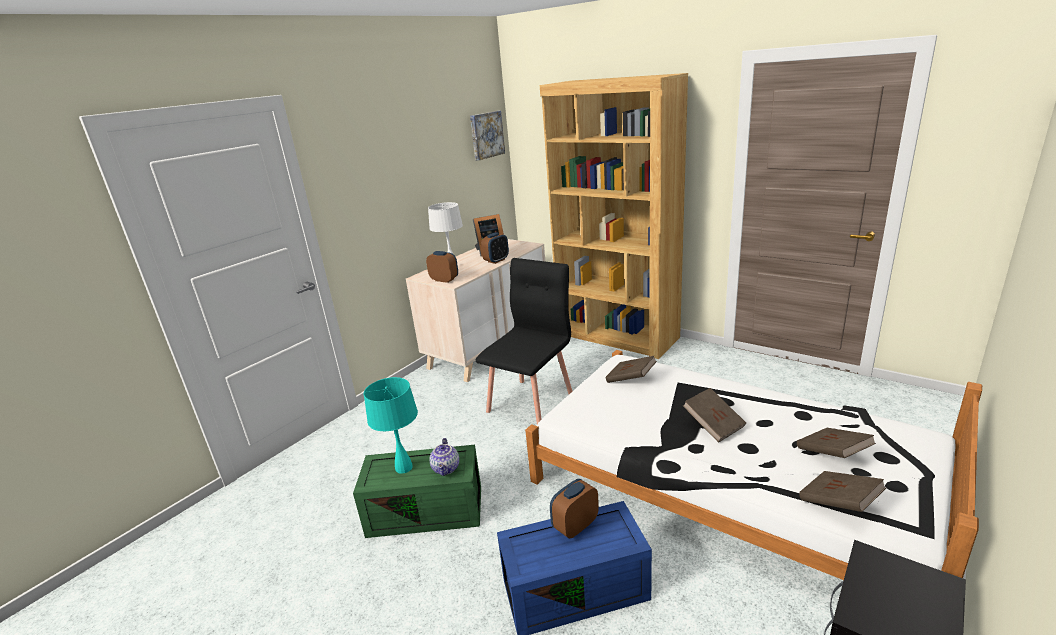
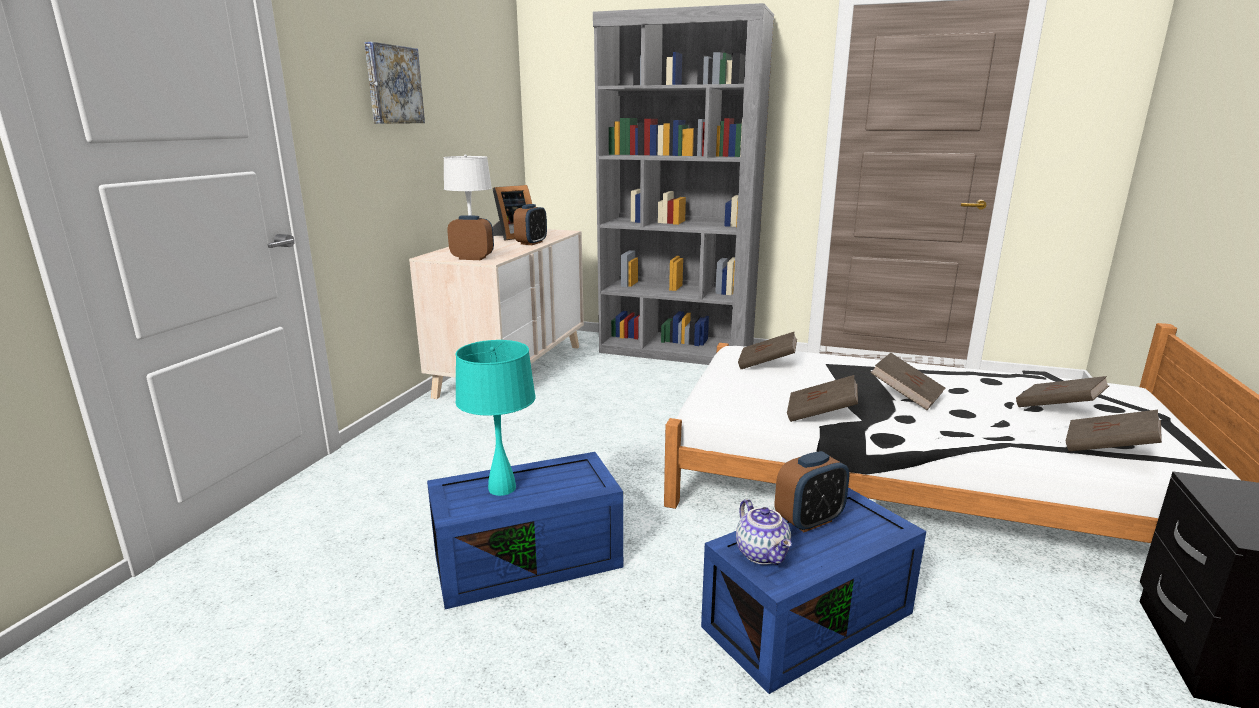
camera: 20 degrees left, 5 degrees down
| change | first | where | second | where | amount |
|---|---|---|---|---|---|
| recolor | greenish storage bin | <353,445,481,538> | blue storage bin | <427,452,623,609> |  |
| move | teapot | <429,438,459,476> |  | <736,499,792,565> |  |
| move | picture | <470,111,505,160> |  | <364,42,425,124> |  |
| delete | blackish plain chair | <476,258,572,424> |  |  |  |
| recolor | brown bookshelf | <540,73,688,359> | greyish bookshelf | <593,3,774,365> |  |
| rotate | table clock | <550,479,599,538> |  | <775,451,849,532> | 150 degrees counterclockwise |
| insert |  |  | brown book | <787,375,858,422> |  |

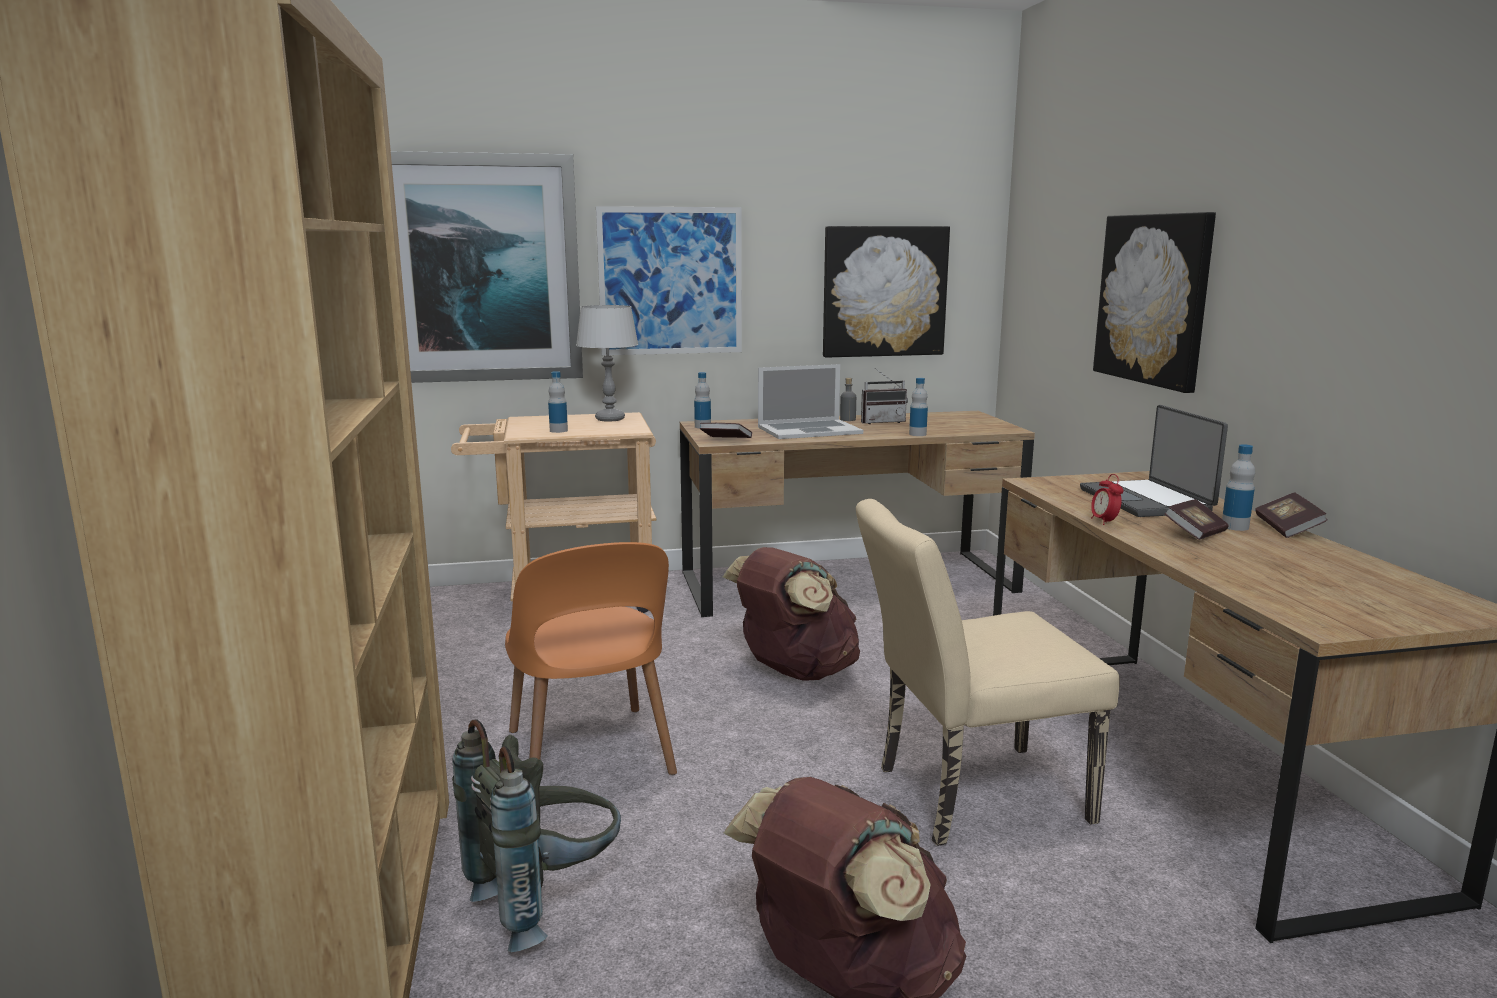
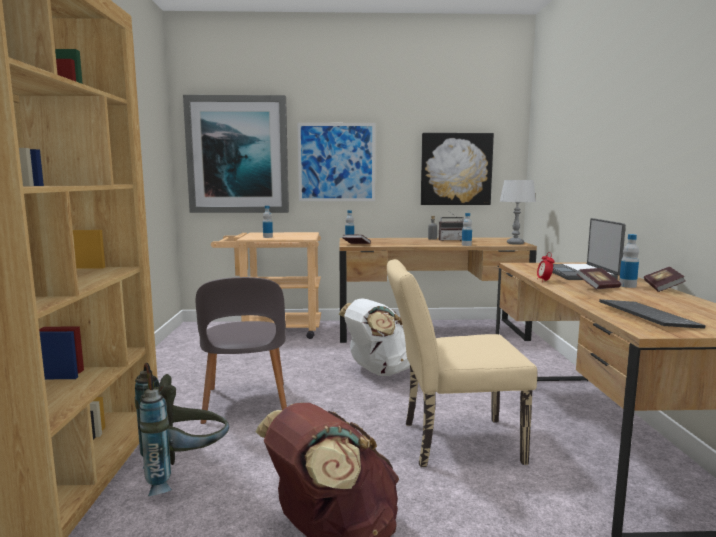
camera: 10 degrees right, 5 degrees down
| change | first | where | second | where | amount |
|---|---|---|---|---|---|
| recolor | orange-coloured plain chair | <505,542,677,775> | greyish plain chair | <196,277,287,424> |  |
| move | greyish tabletop lamp | <576,305,639,422> |  | <500,180,536,245> |  |
| recolor | brown backpack | <723,547,860,681> | whitish backpack | <339,298,410,376> |  |
| delete | laptop | <758,364,863,439> |  |  |  |
| delete | picture | <1093,212,1216,393> |  |  |  |
| insert |  |  | computer keyboard | <599,299,706,329> |  |

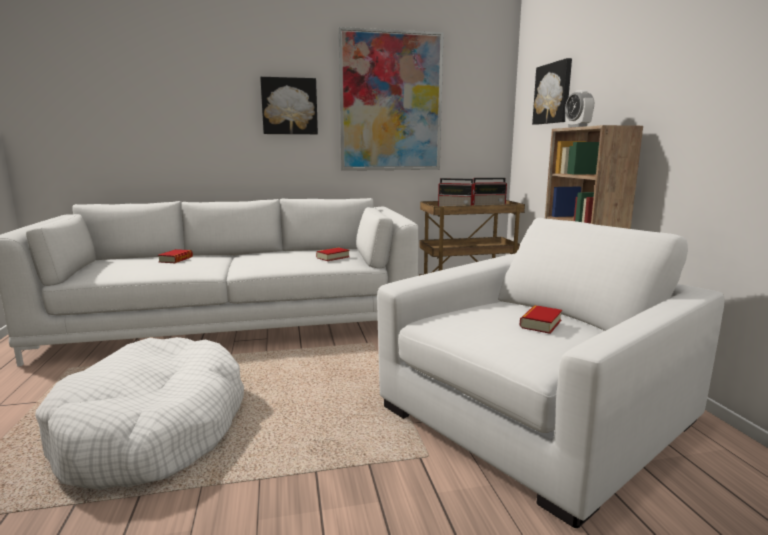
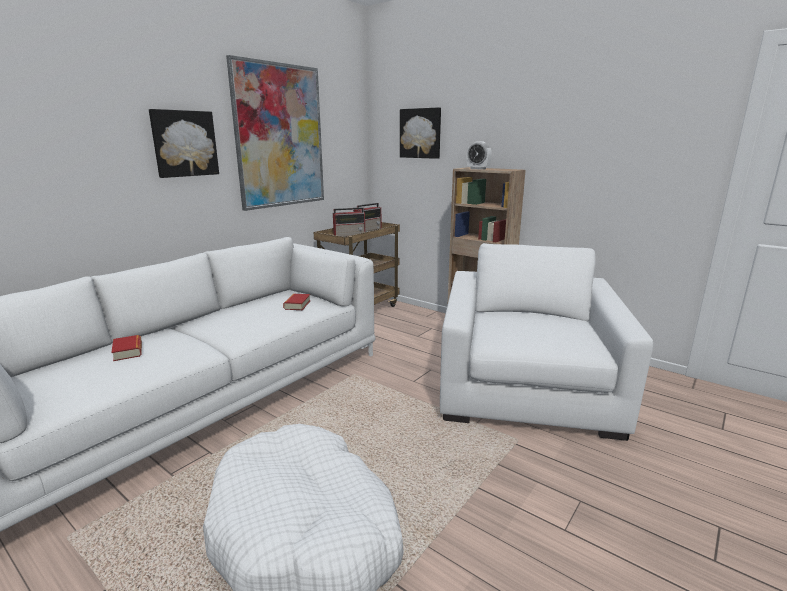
camera: 40 degrees left, 5 degrees up
| change | first | where | second | where | amount |
|---|---|---|---|---|---|
| delete | book | <519,305,562,334> |  |  |  |

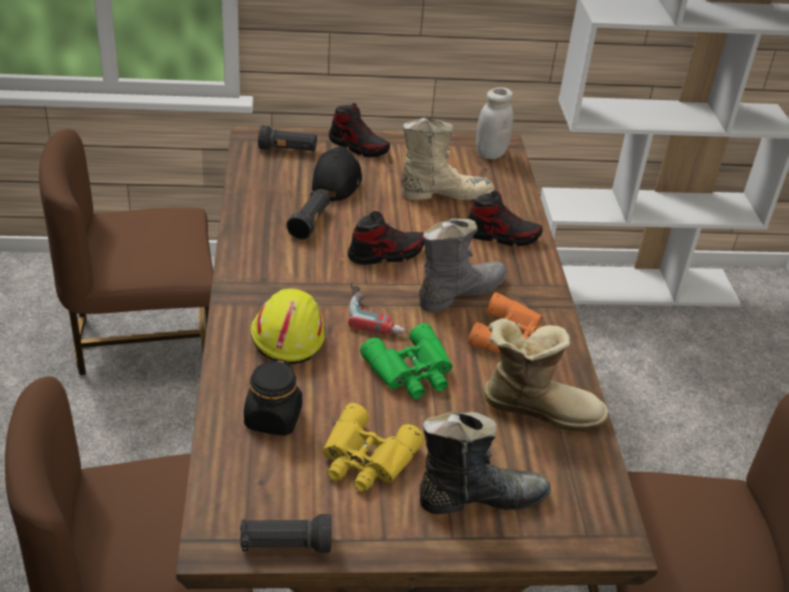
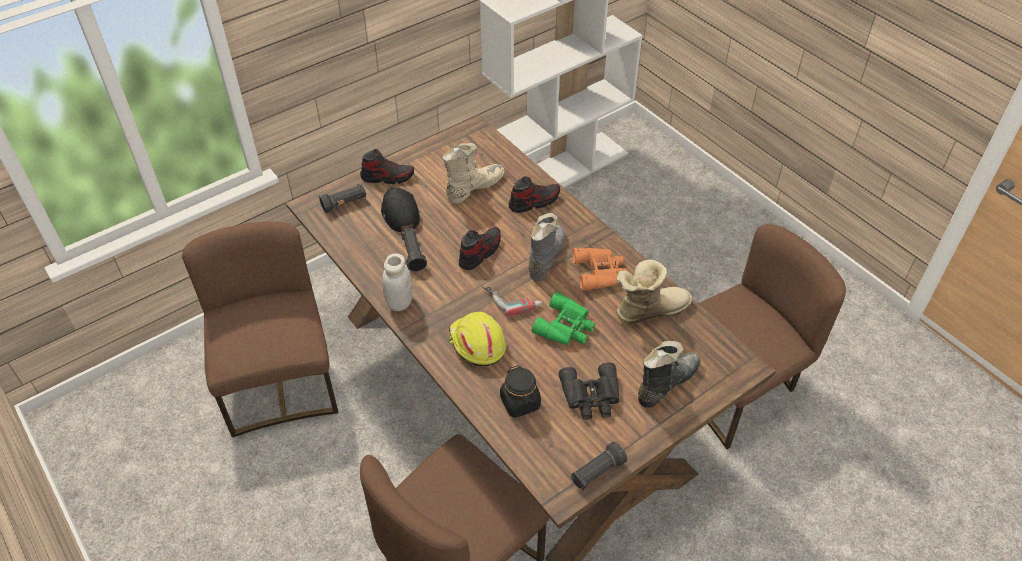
camera: 30 degrees left, 10 degrees up
| change | first | where | second | where | amount |
|---|---|---|---|---|---|
| rotate | brown plain chair | <39,129,214,375> |  | <182,222,338,437> | 120 degrees clockwise |
| recolor | yellow pair of binoculars | <322,403,424,492> | blackish pair of binoculars | <559,362,620,420> |  |
| move | whitish preserve jar | <476,87,514,159> |  | <382,253,413,311> |  |

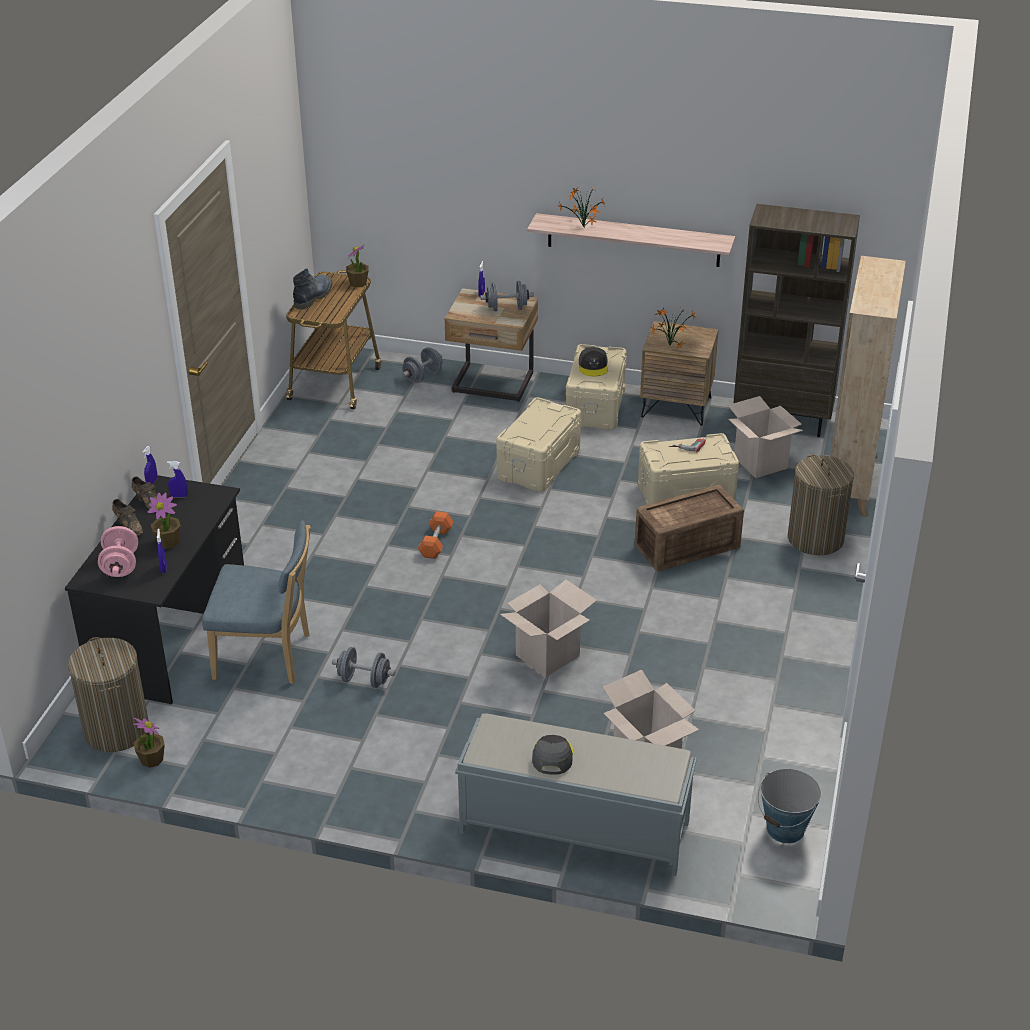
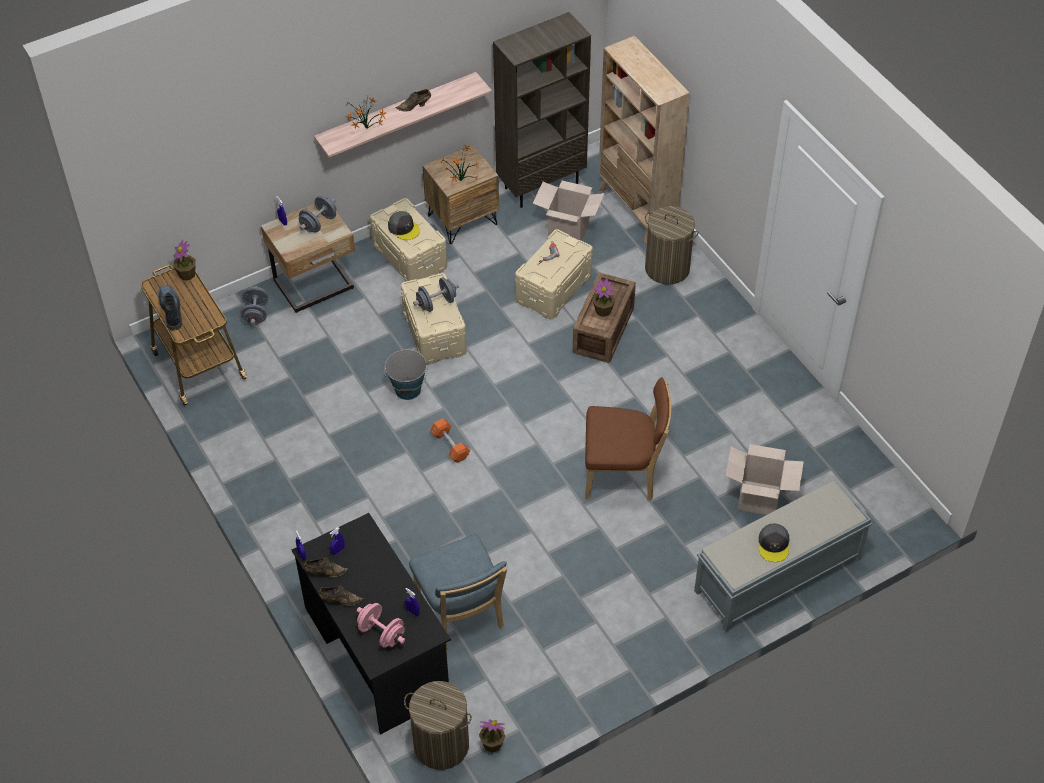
camera: 45 degrees left, 15 degrees up
| change | first | where | second | where | amount |
|---|---|---|---|---|---|
| move | houseplant | <147,493,181,549> |  | <593,278,615,317> |  |
| rotate | blue plain chair | <202,520,311,684> |  | <409,535,507,650> | 105 degrees clockwise |
| move | greyish free weight | <332,647,395,688> |  | <413,277,459,312> |  |
| replace | carton | <500,580,597,677> | brown plain chair | <585,377,671,500> |  |
| rotate | greyish peaked cap | <532,735,573,775> |  | <759,524,789,562> | 135 degrees counterclockwise |
| move | bucket | <758,768,822,844> |  | <384,350,427,400> |  |
| insert |  |  | brown item of footwear | <395,89,431,112> |  |

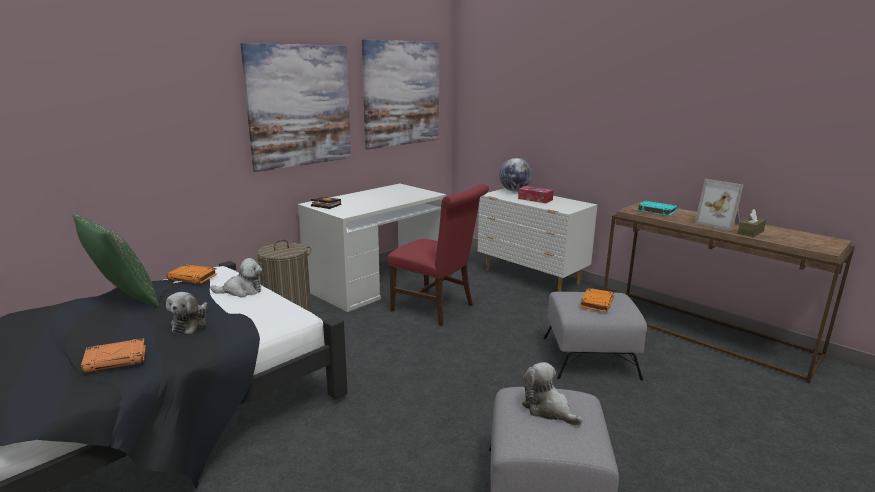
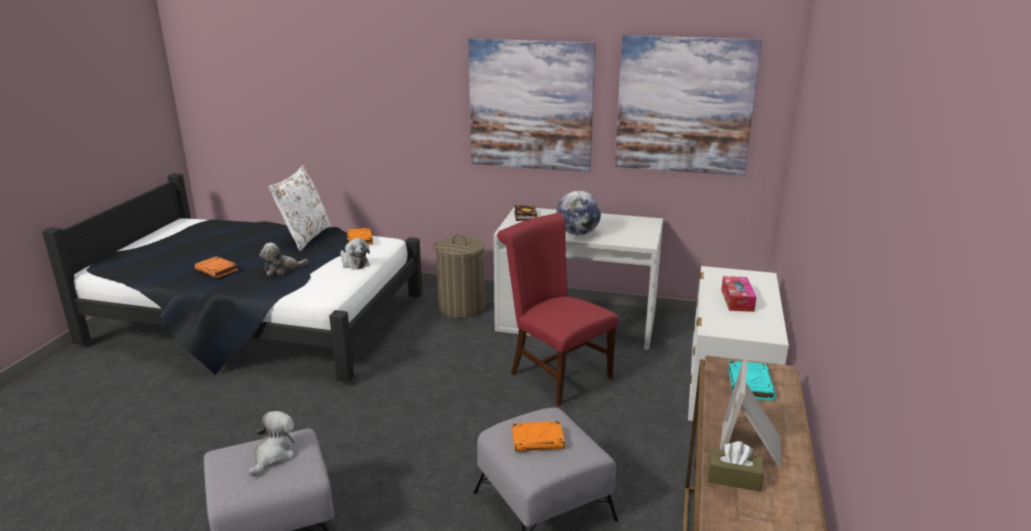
camera: 60 degrees right, 5 degrees up
| change | first | where | second | where | amount |
|---|---|---|---|---|---|
| recolor | greenish pillow | <73,213,159,307> | whitish pillow | <269,165,332,251> |  |
| rotate | red plain chair | <387,184,489,326> |  | <497,213,619,406> | 135 degrees clockwise |
| move | globe | <499,158,533,192> |  | <556,191,601,235> |  |

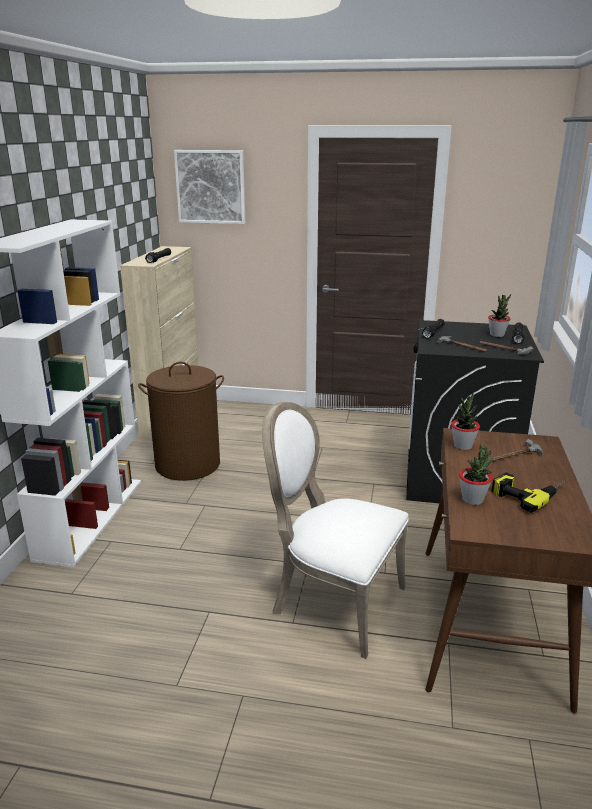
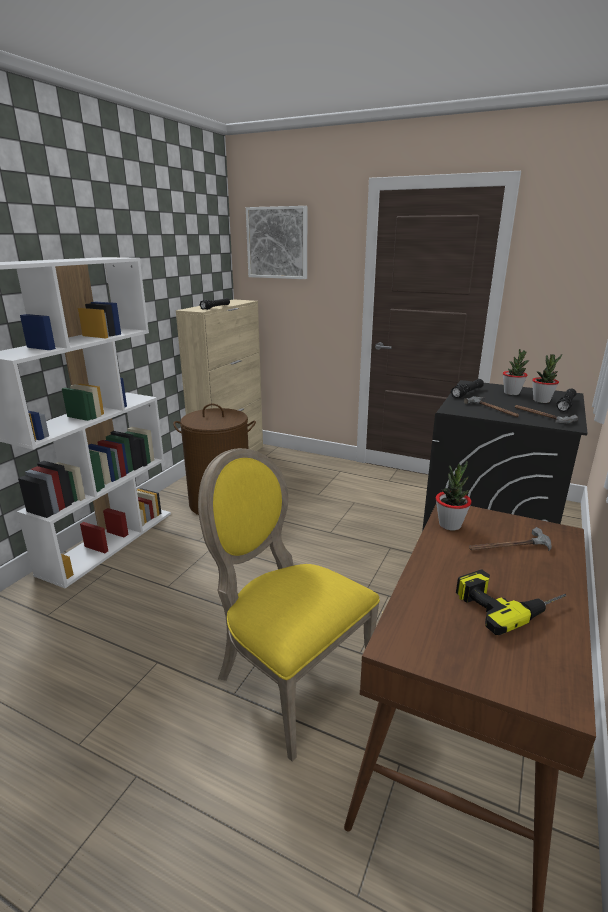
camera: 15 degrees right, 0 degrees up
| change | first | where | second | where | amount |
|---|---|---|---|---|---|
| recolor | whitish plain chair | <262,402,409,659> | yellow plain chair | <198,448,380,762> |  |
| move | houseplant | <459,444,494,505> |  | <503,349,529,395> |  |

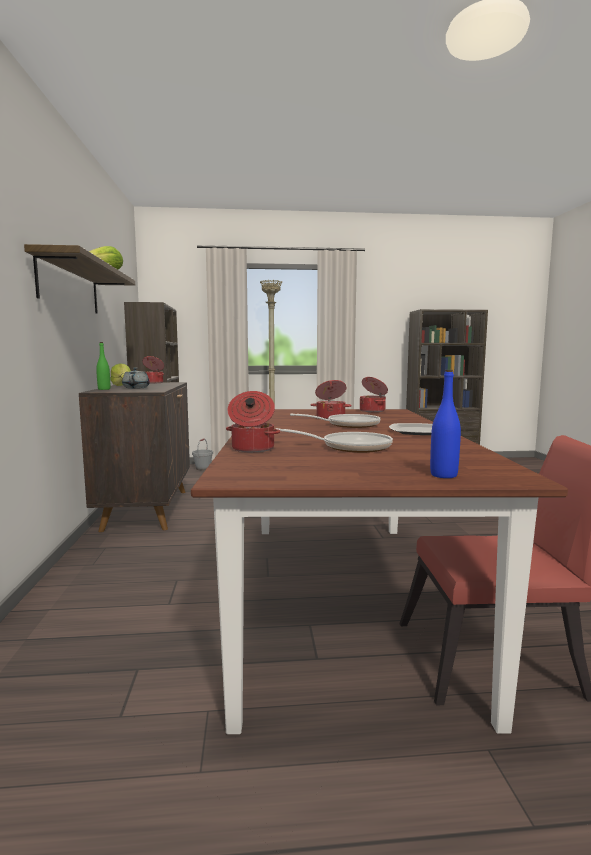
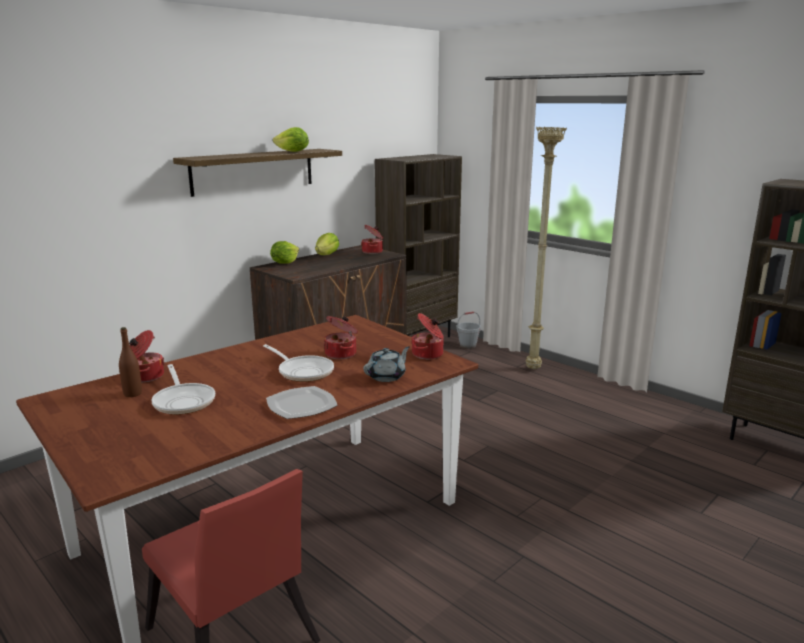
camera: 50 degrees right, 10 degrees up
| change | first | where | second | where | amount |
|---|---|---|---|---|---|
| replace | greenish bottle | <96,342,110,390> | lettuce | <270,241,299,264> |  |
| move | greyish teapot | <122,368,150,389> |  | <363,347,410,382> |  |
| delete | blue bottle | <430,370,461,478> |  |  |  |
| insert |  |  | brown bottle | <119,327,142,397> |  |

